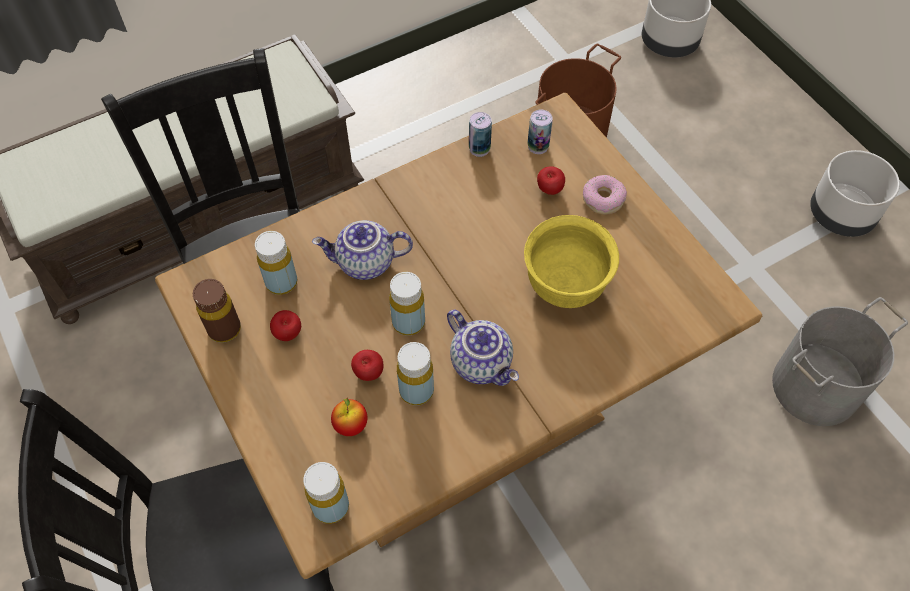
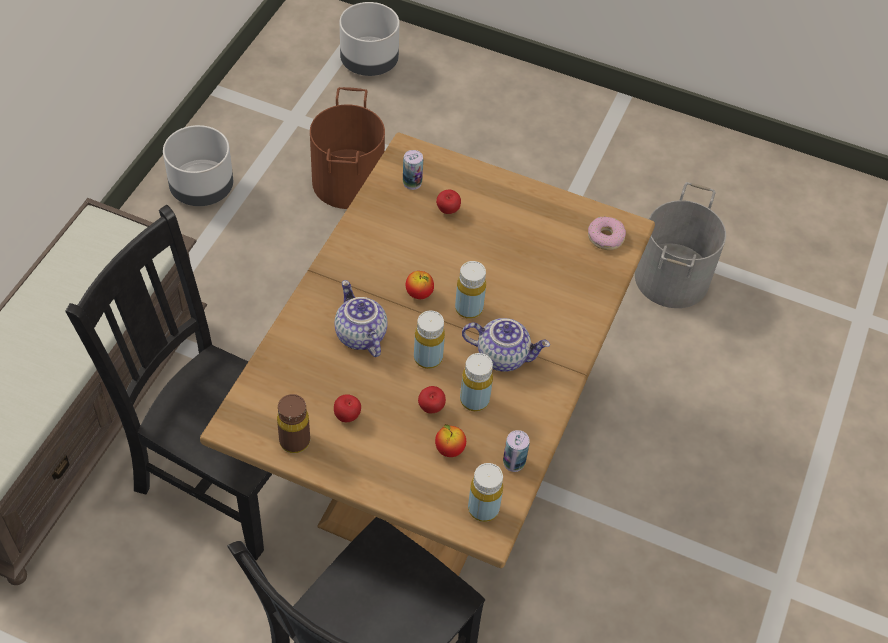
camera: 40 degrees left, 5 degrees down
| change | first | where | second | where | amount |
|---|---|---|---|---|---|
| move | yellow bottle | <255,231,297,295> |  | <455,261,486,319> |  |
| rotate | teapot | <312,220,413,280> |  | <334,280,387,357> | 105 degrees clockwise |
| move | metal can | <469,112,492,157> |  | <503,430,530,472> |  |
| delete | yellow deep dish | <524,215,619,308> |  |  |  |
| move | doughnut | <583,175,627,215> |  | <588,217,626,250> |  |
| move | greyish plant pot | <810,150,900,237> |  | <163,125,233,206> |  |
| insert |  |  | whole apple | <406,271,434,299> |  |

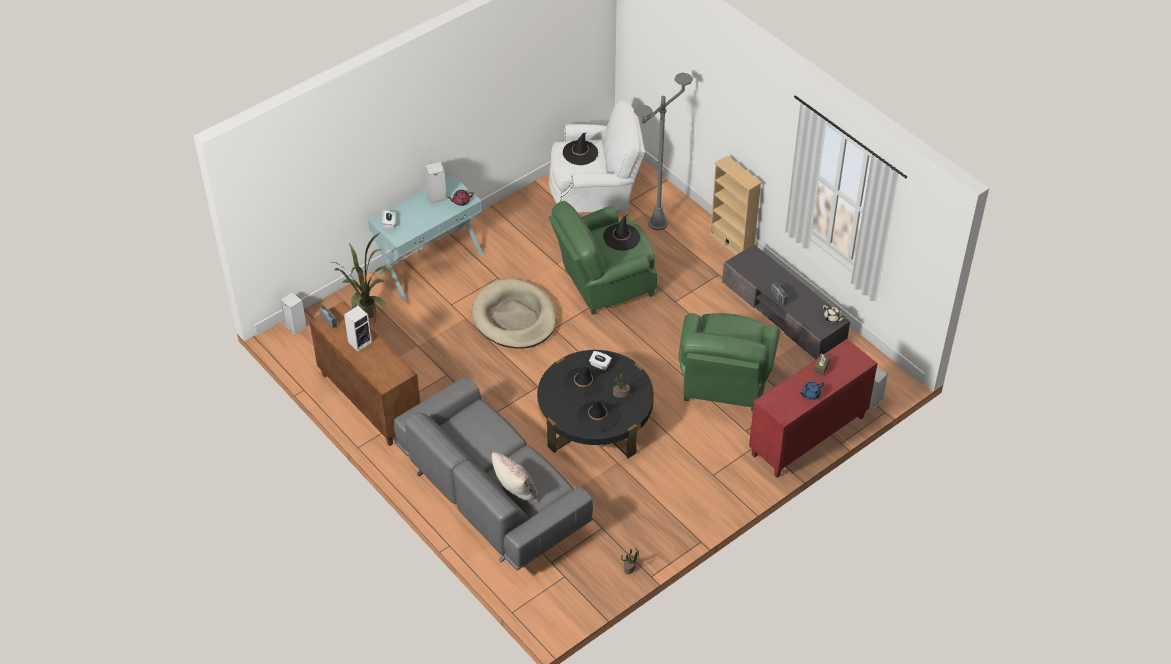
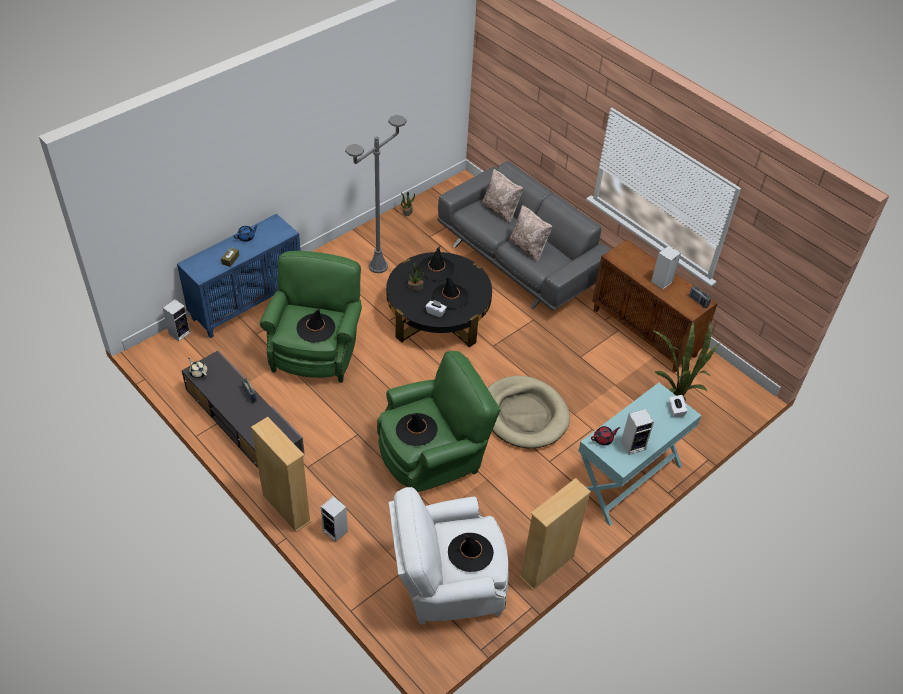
camera: 175 degrees right, 0 degrees up
| change | first | where | second | where | amount |
|---|---|---|---|---|---|
| move | loudspeaker | <280,292,307,335> |  | <321,496,348,542> |  |
| move | greyish standing lamp | <634,72,693,230> |  | <345,115,407,273> |  |
| recolor | red cupboard | <749,339,878,478> | blue cupboard | <177,214,301,338> |  |
| insert |  |  | blackish hat | <297,309,335,342> |  |
| insert |  |  | beige pillow | <509,205,552,262> |  |
| insert |  |  | beige bookshelf | <519,478,591,590> |  |

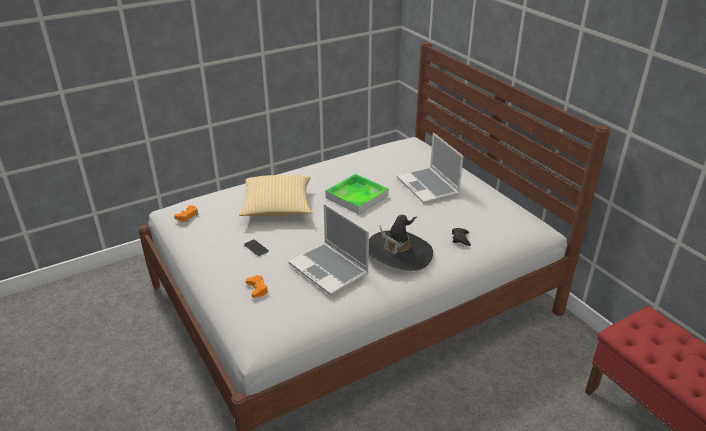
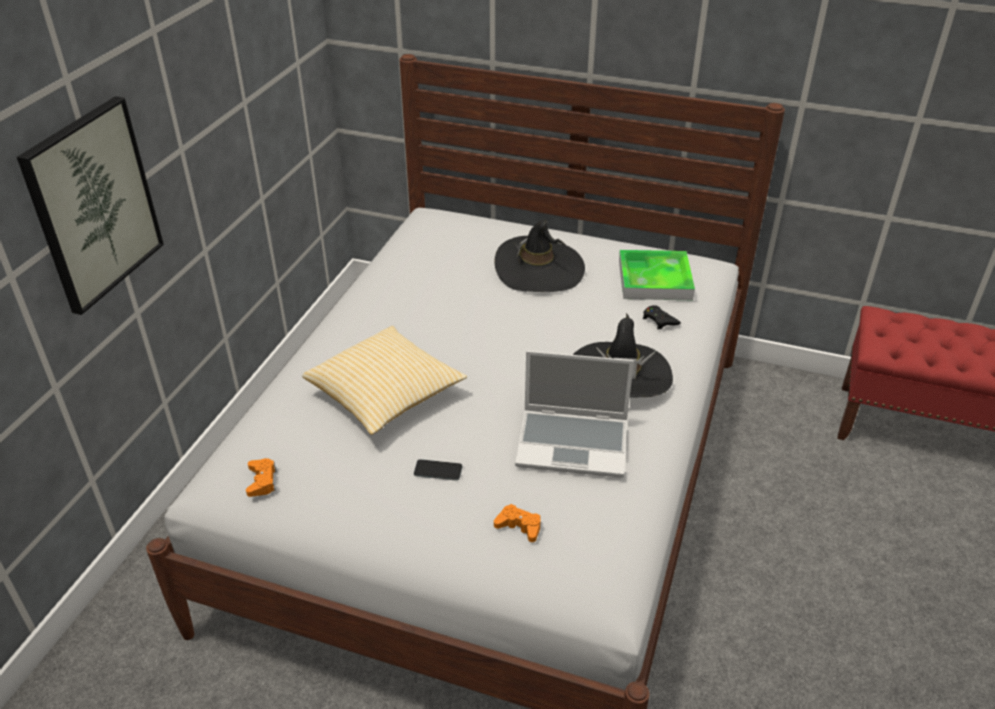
camera: 40 degrees left, 5 degrees up
| change | first | where | second | where | amount |
|---|---|---|---|---|---|
| move | tray | <325,174,389,215> |  | <619,250,695,300> |  |
| replace | laptop | <397,133,463,204> | blackish hat | <495,220,585,292> |  |
| insert |  |  | picture | <17,96,164,315> |  |

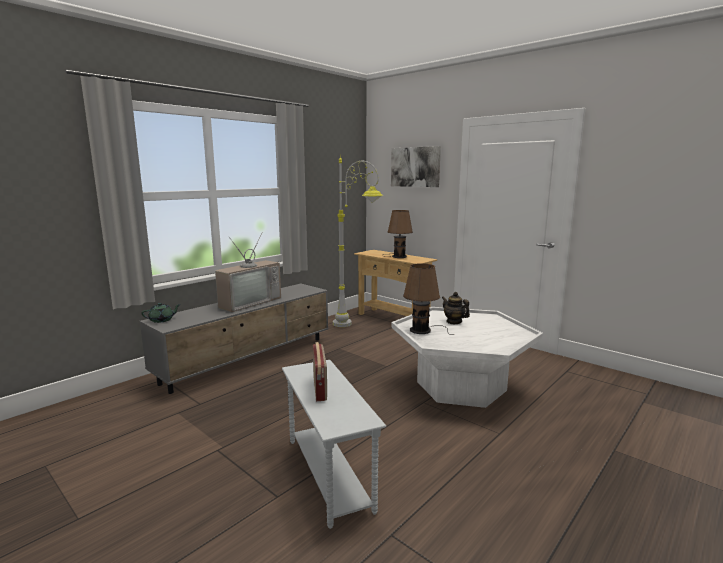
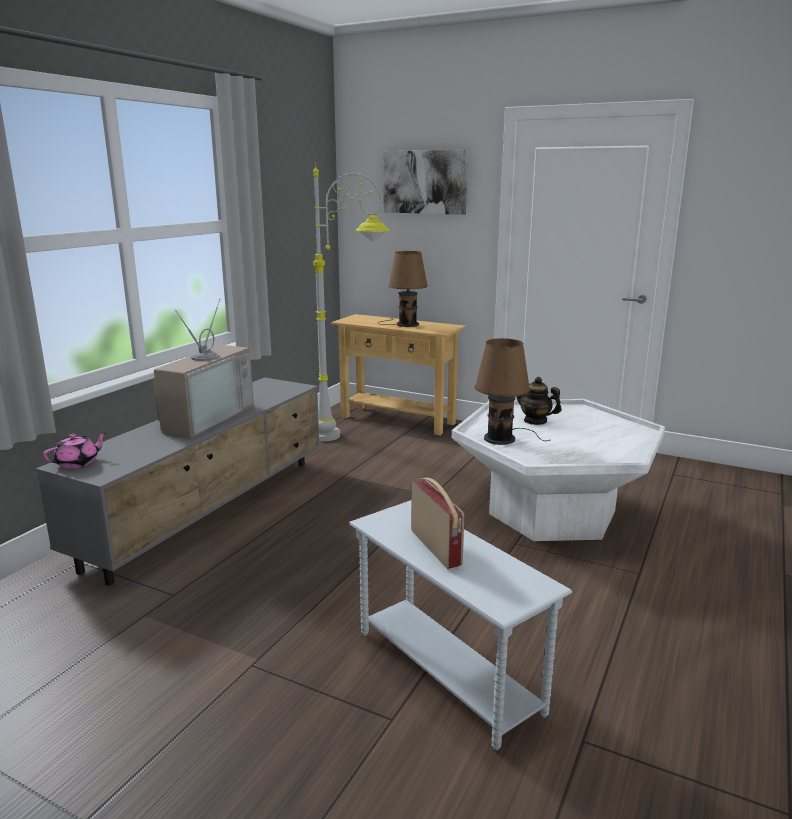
camera: 15 degrees left, 5 degrees up
| change | first | where | second | where | amount |
|---|---|---|---|---|---|
| recolor | greenish teapot | <141,303,181,323> | pinkish teapot | <43,432,108,469> |  |

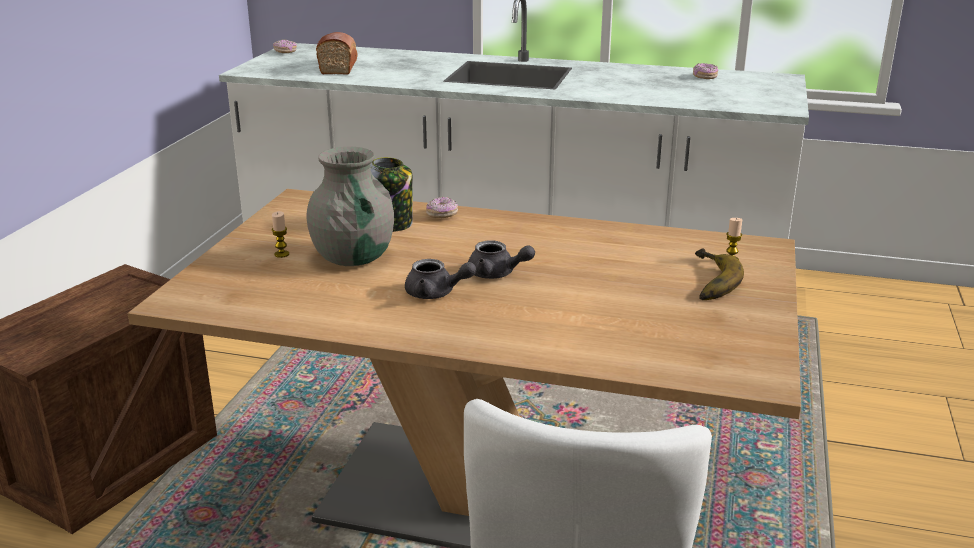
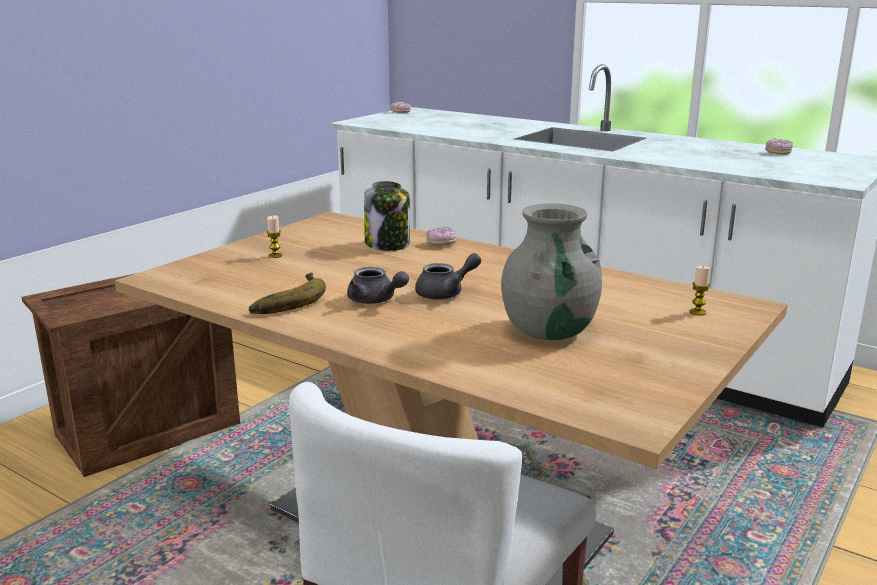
camera: 20 degrees right, 5 degrees down
| change | first | where | second | where | amount |
|---|---|---|---|---|---|
| move | greyish decorative vase | <306,147,394,266> |  | <501,203,602,340> |  |
| delete | baked bread | <316,32,357,75> |  |  |  |
| rotate | greyish teapot | <468,240,535,279> |  | <415,253,481,300> | 75 degrees counterclockwise |
| move | whole banana | <695,248,744,300> |  | <249,273,326,314> |  |

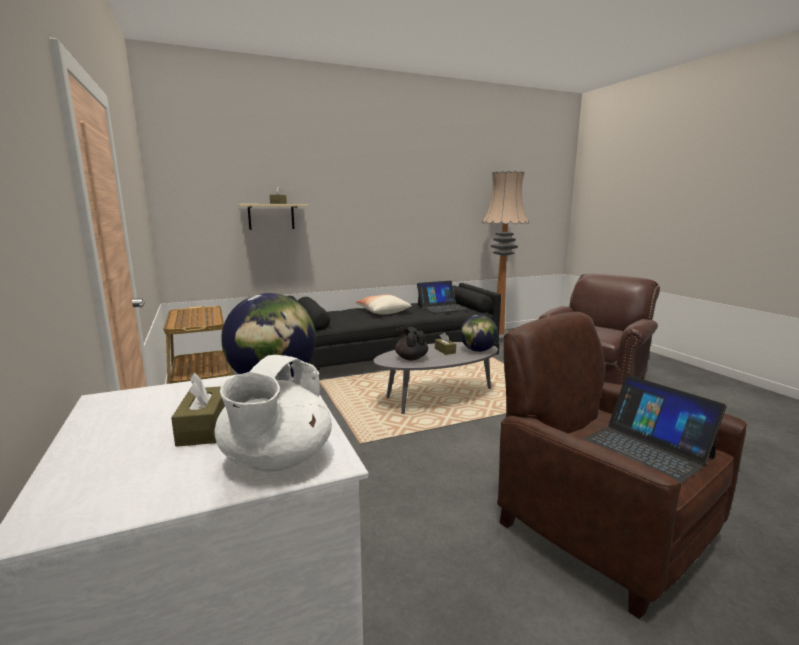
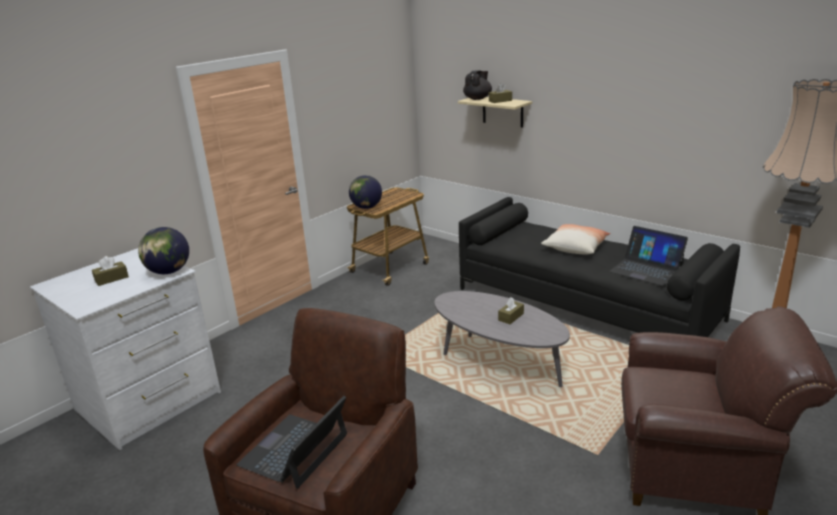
camera: 65 degrees right, 10 degrees up
| change | first | where | second | where | amount |
|---|---|---|---|---|---|
| delete | whitish teapot | <215,355,332,471> |  |  |  |
| move | blackish teapot | <395,326,428,361> |  | <463,70,492,100> |  |
| move | globe | <460,315,498,352> |  | <349,175,382,209> |  |

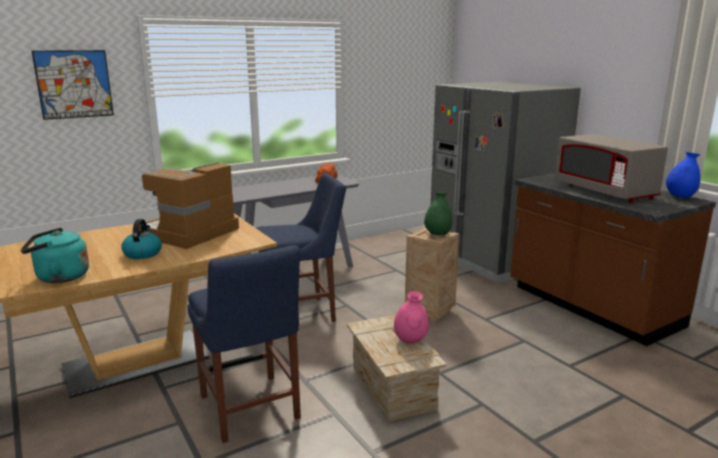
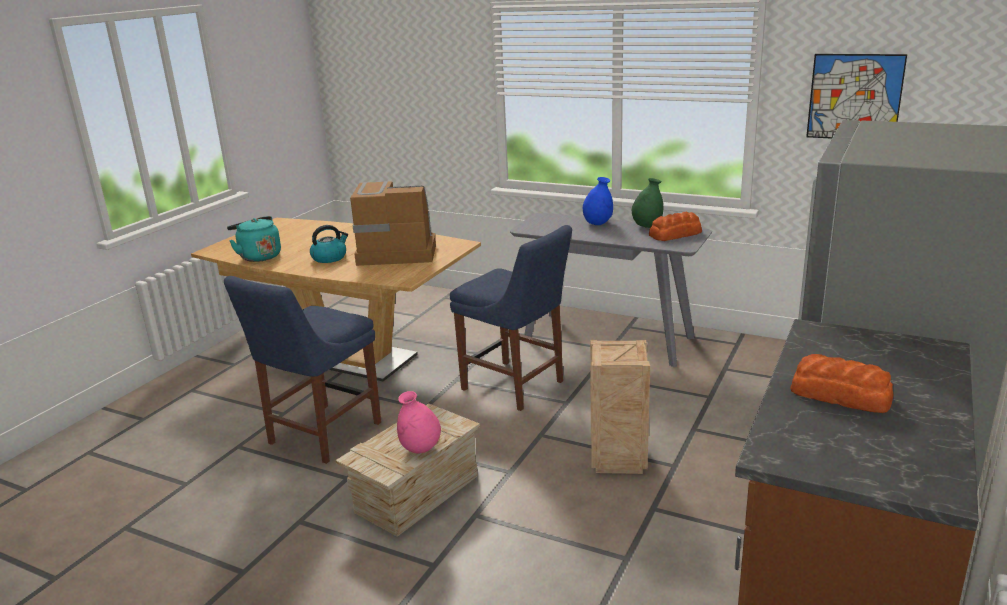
camera: 60 degrees right, 5 degrees up
| change | first | where | second | where | amount |
|---|---|---|---|---|---|
| move | picture | <32,50,114,120> |  | <806,54,907,139> |  |
| move | greenish decorative vase | <424,192,452,235> |  | <632,178,663,228> |  |
| replace | greyish microwave oven | <555,134,668,203> | baked bread | <790,354,894,413> |  |
| move | blue decorative vase | <666,152,700,198> |  | <583,177,613,225> |  |

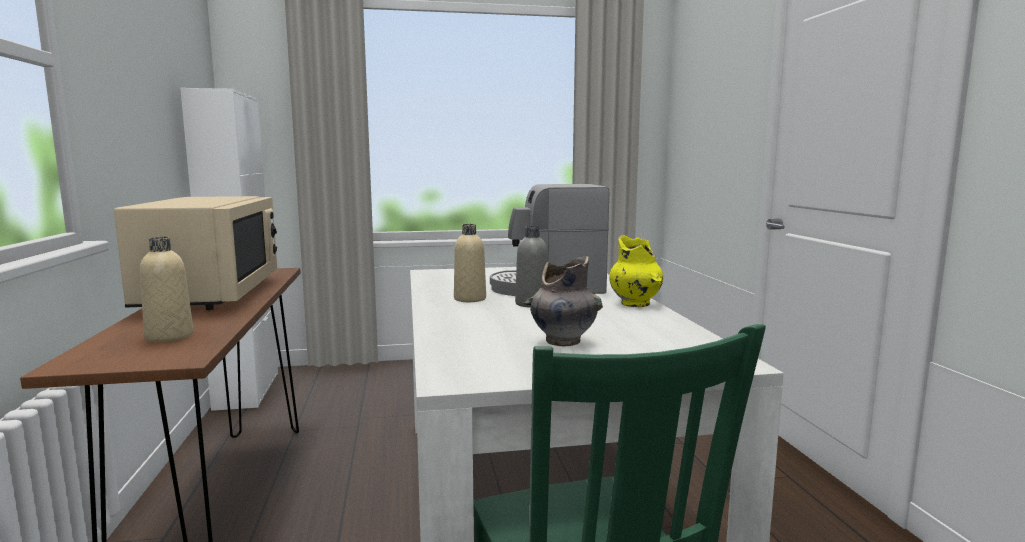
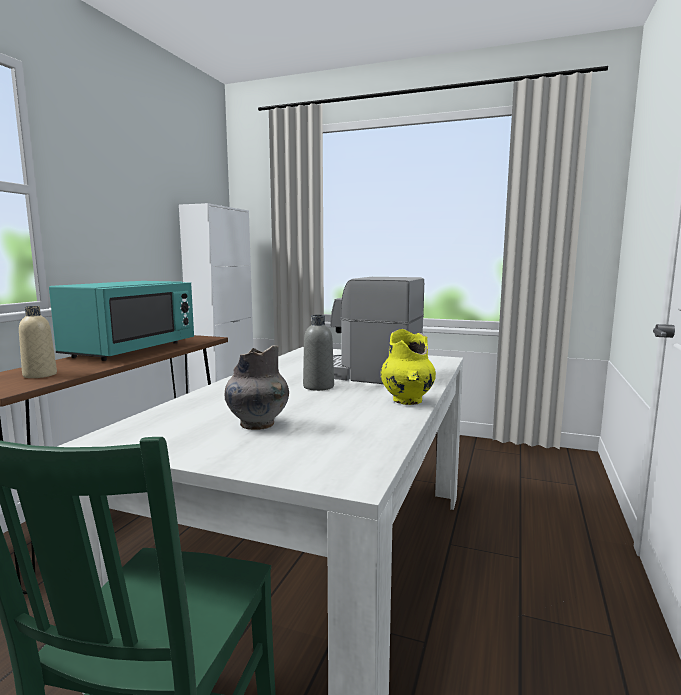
camera: 30 degrees right, 0 degrees up
| change | first | where | second | where | amount |
|---|---|---|---|---|---|
| recolor | beige microwave oven | <114,196,277,310> | turquoise-coloured microwave oven | <49,281,194,361> |  |
| delete | beige bottle | <454,224,486,302> |  |  |  |

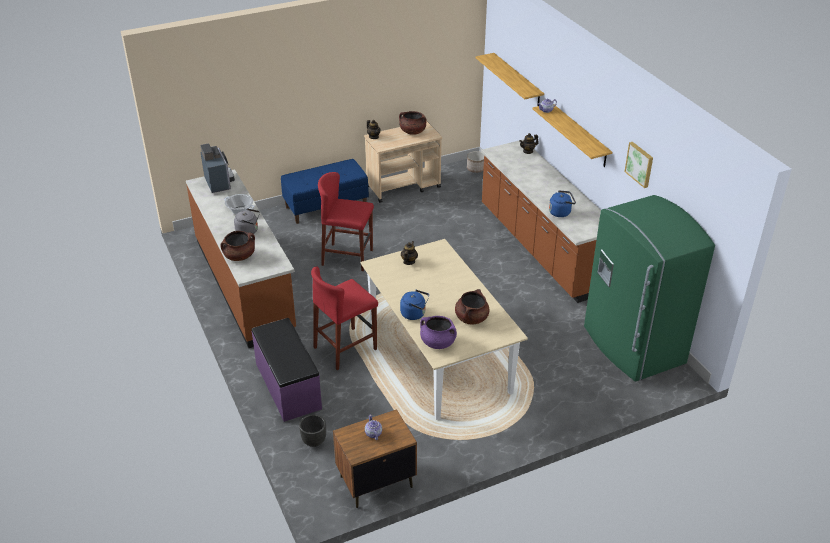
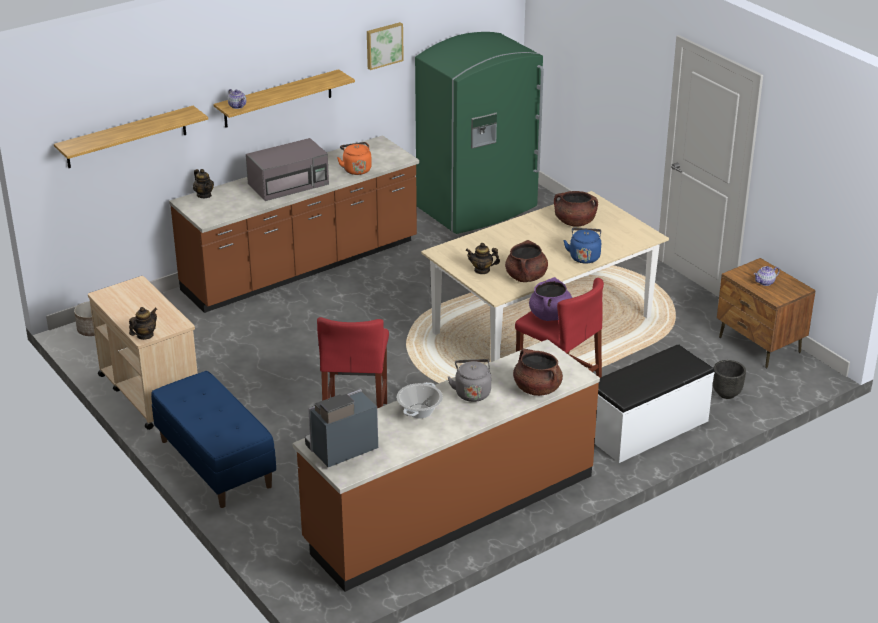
camera: 100 degrees left, 5 degrees down
| change | first | where | second | where | amount |
|---|---|---|---|---|---|
| recolor | purplish long seat | <251,318,322,422> | whitish long seat | <595,344,714,463> |  |
| move | brown stockpot | <399,111,426,135> |  | <505,240,548,282> |  |
| move | purplish stockpot | <420,316,457,349> |  | <529,277,572,321> |  |
| recolor | blue water kettle | <549,190,576,217> | orange-coloured water kettle | <337,142,372,175> |  |
| insert |  |  | greyish microwave oven | <246,138,329,201> |  |

